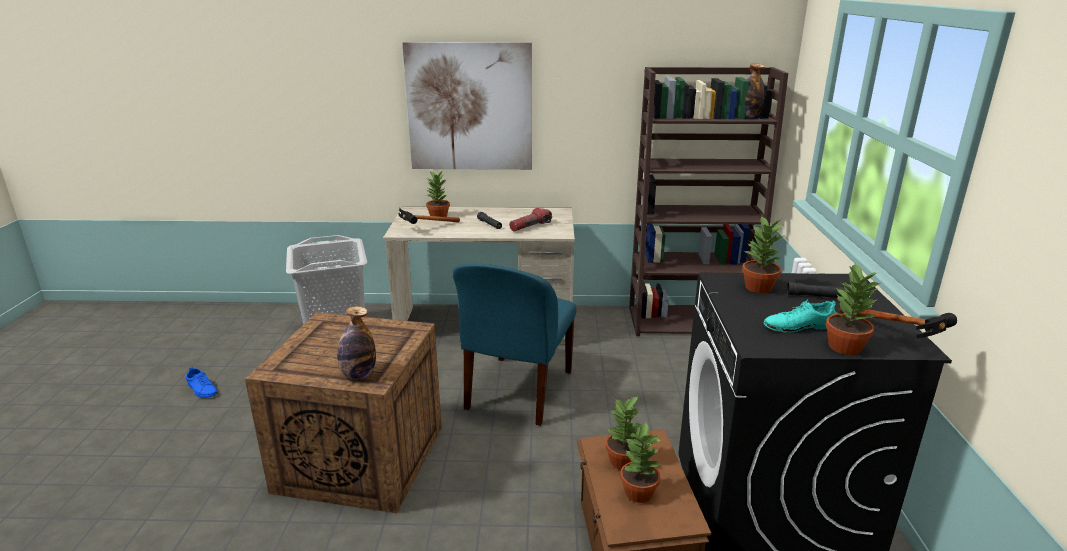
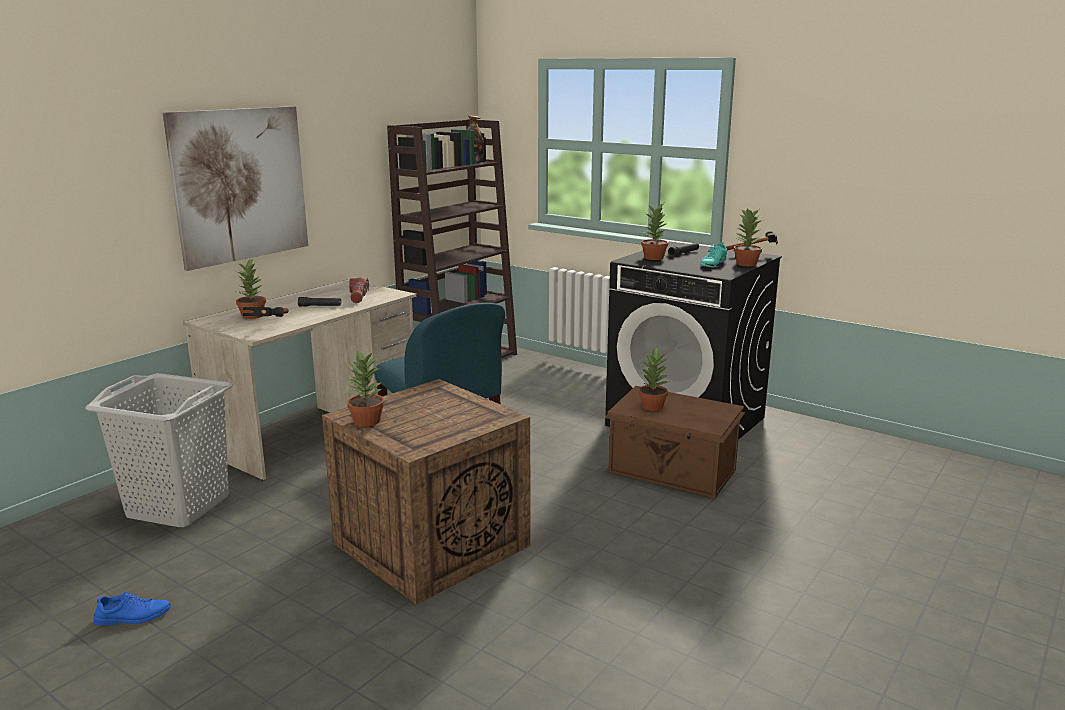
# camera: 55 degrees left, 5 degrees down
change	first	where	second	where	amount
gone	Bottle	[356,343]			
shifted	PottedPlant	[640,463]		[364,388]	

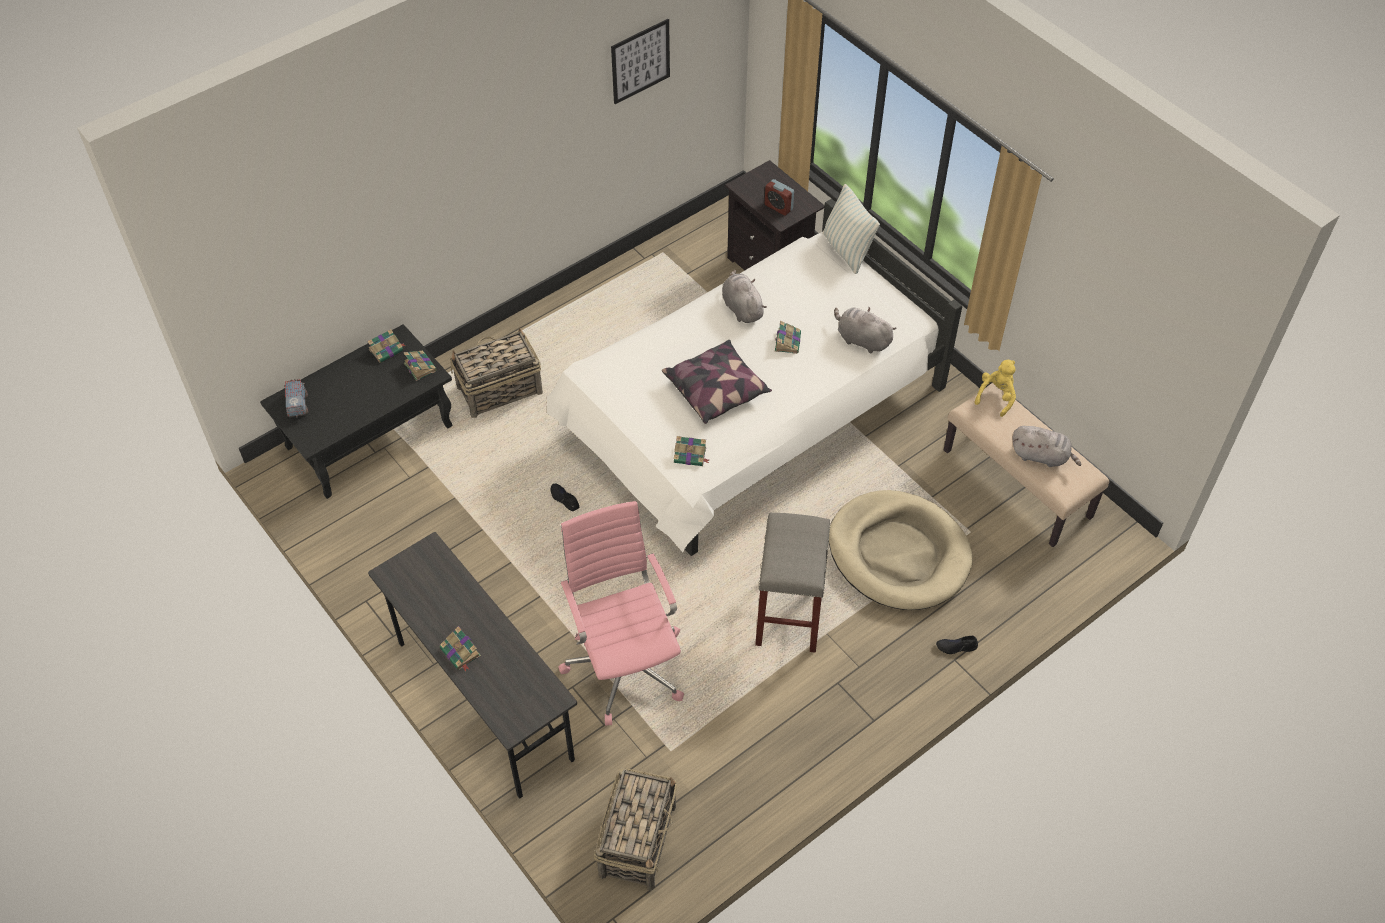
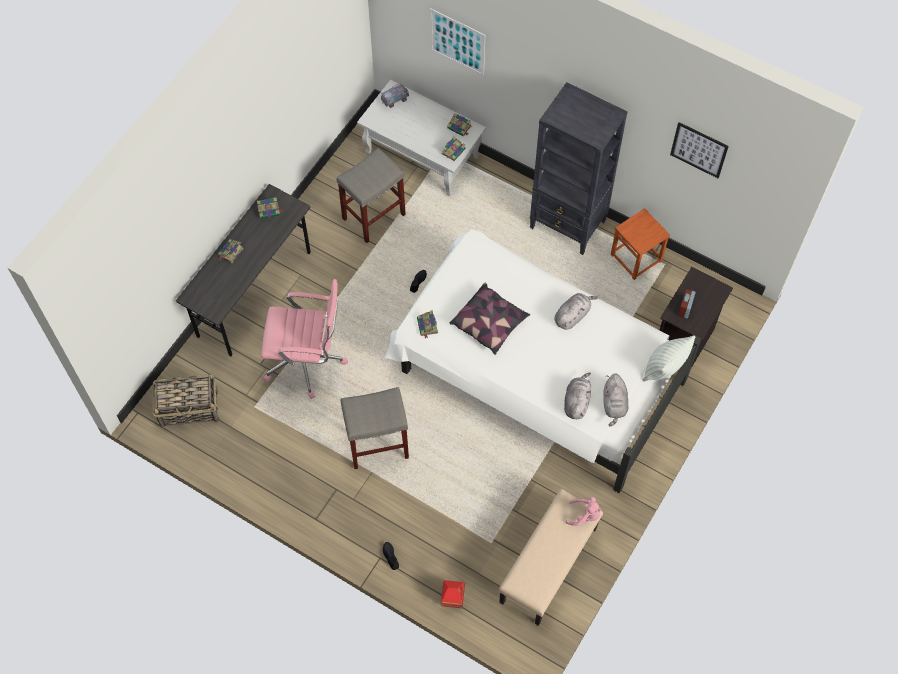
# camera: 70 degrees right, 10 degrees up
change	first	where	second	where	amount
gone	Basket	[496,373]			
gone	BeigeDogBed	[900,550]			
new			GreyStool	[371,195]	
new			Picture	[457,42]	
new			ToyHouse	[453,594]	
new			BlackBookcase	[578,168]	
new			BrownStool	[640,244]	
shifted	Book	[788,337]		[270,208]	
shifted	GreyPlushToy	[1047,446]		[615,400]	
repainted	BlackCoffeeTable	[356,411]	WhiteCoffeeTable	[421,138]	
repainted	YellowPlushToy	[995,388]	PinkPlushToy	[583,511]	
rotated	PinkOfficeChair	[621,613]		[304,339]	45 degrees clockwise

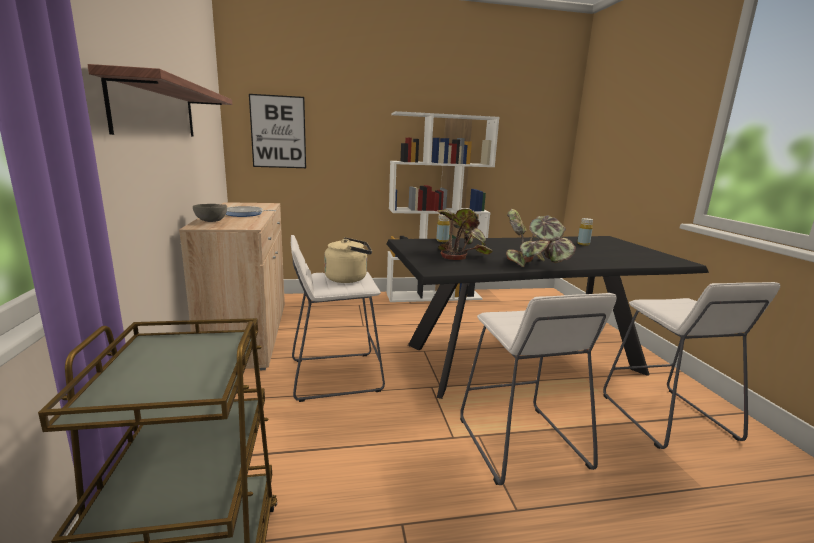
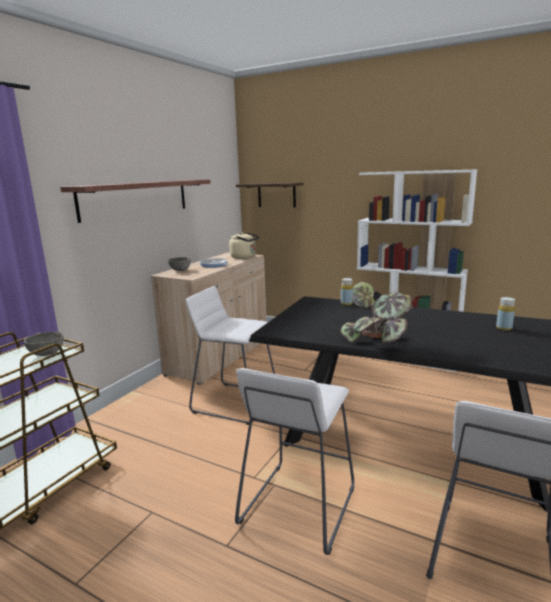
# camera: 40 degrees right, 0 degrees up
change	first	where	second	where	amount
gone	PottedPlant	[465,234]			
new			GreyBowl	[44,344]	
shifted	BeigeKettle	[348,260]		[244,245]	
swapped	Picture	[277,131]	Shelf	[270,195]	

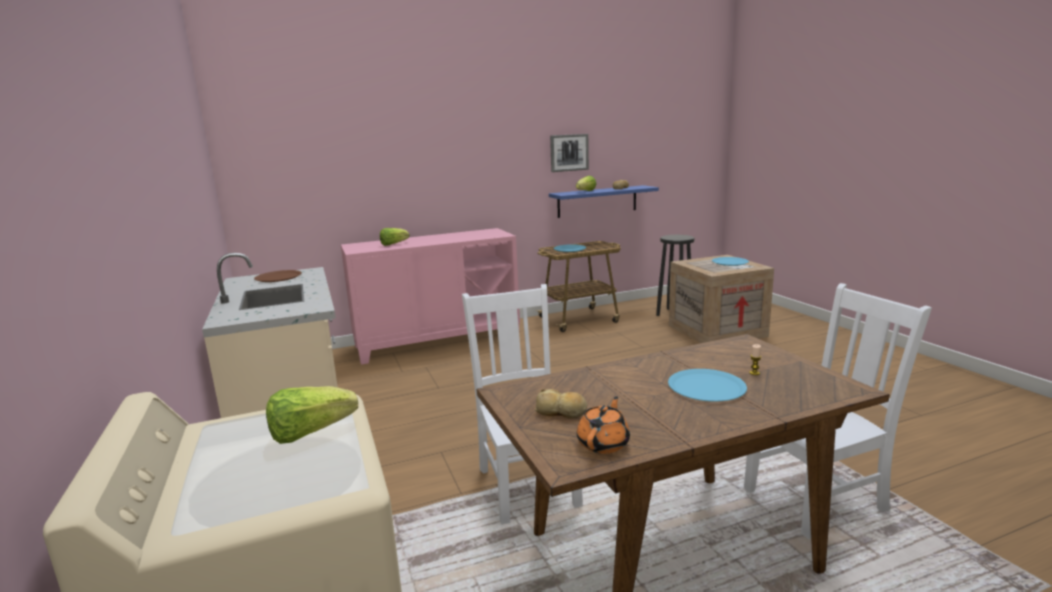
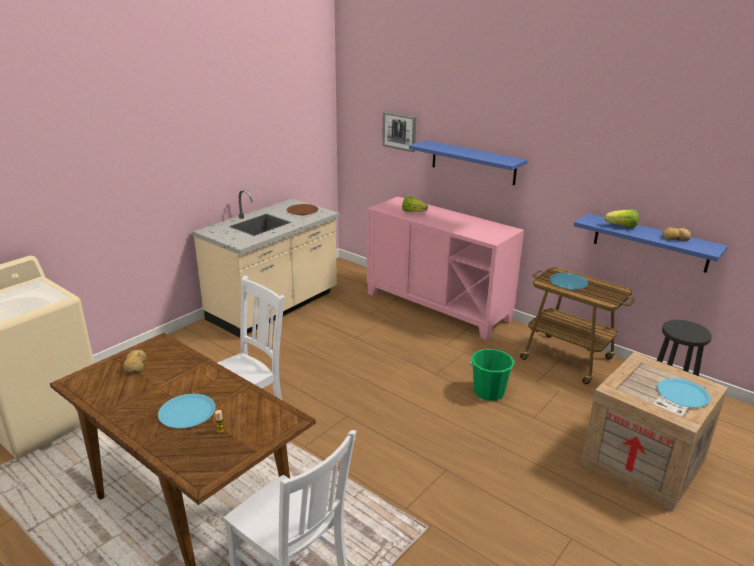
# camera: 60 degrees right, 10 degrees up
change	first	where	second	where	amount
gone	Lettuce	[312,415]			
gone	OrangeTeapot	[603,425]			
new			BlueShelf	[468,162]	
new			GreenBucket	[492,375]	
shifted	Picture	[569,153]		[399,131]	

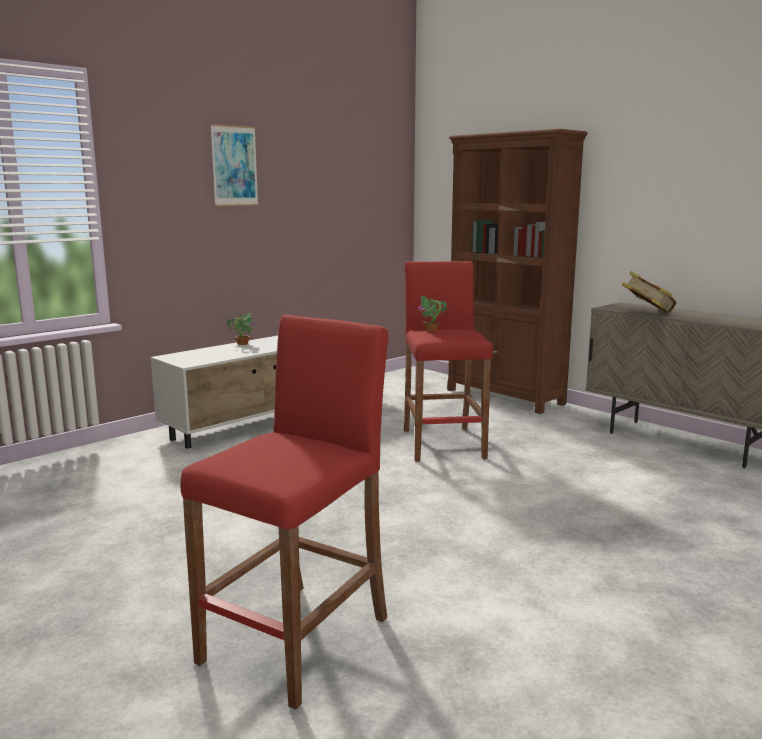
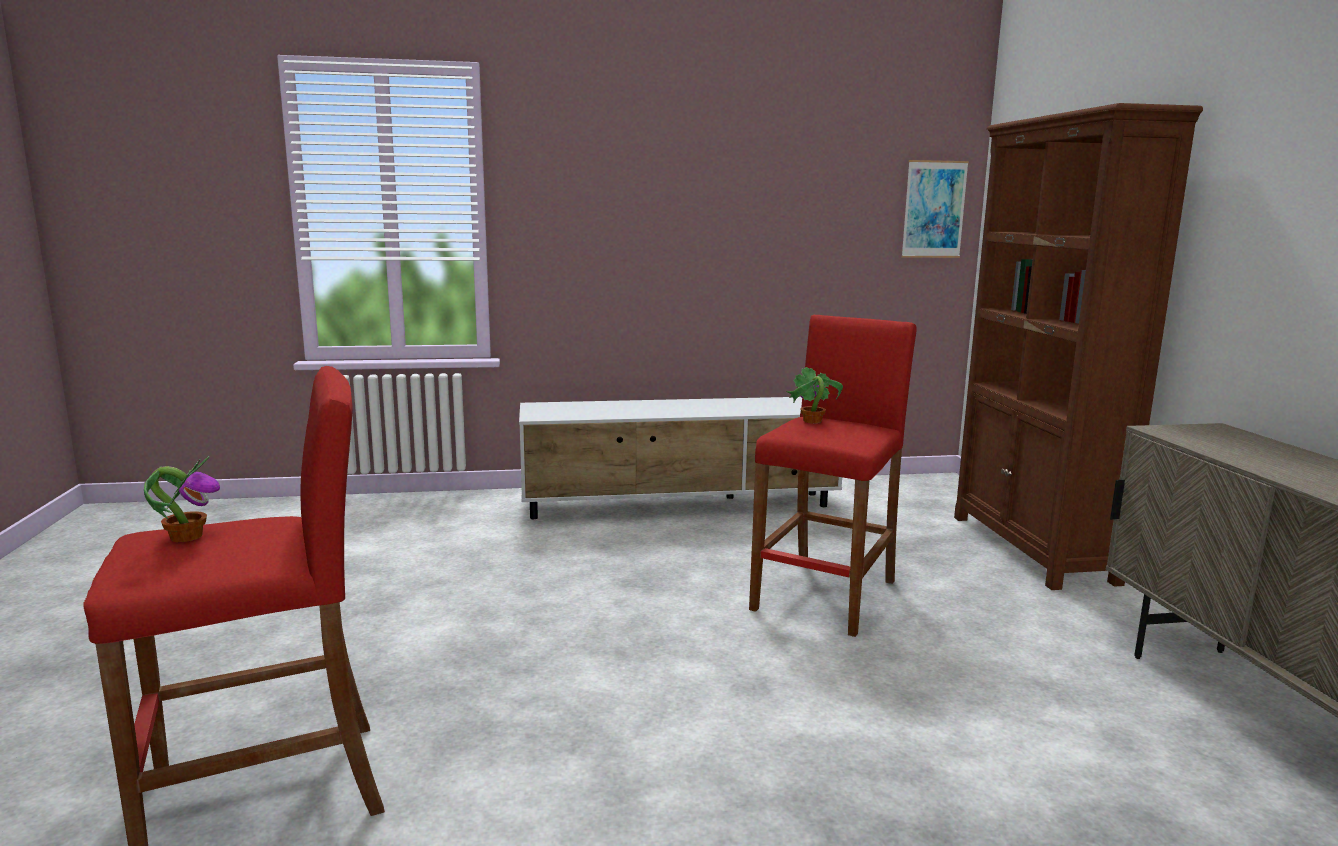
# camera: 35 degrees right, 0 degrees up
change	first	where	second	where	amount
gone	Book	[649,292]			
shifted	Picture	[234,165]		[935,209]	
shifted	PottedPlant	[241,329]		[182,499]	

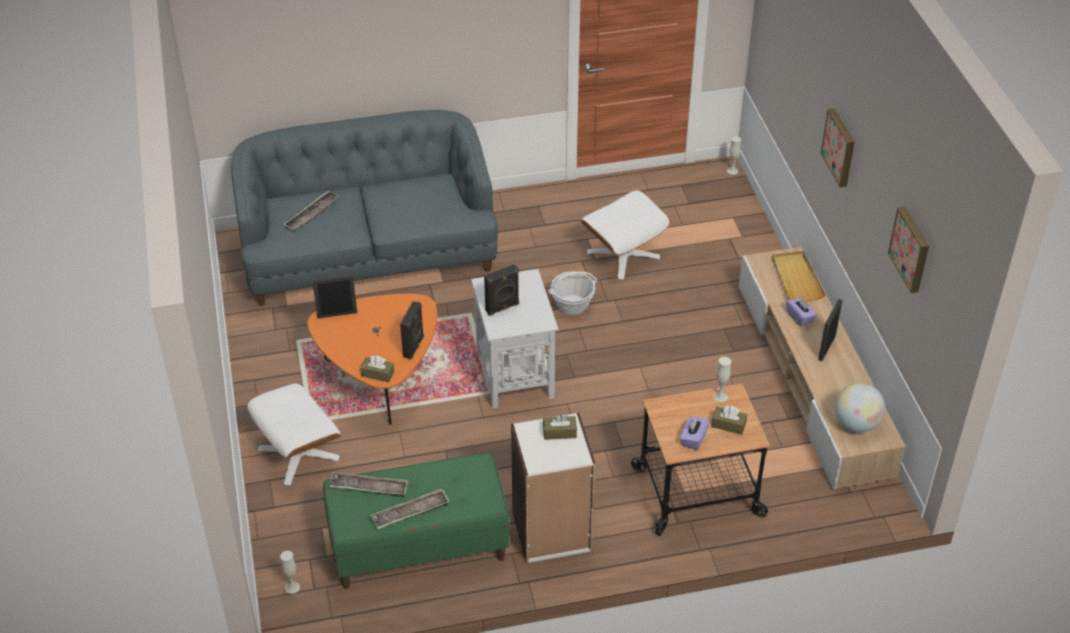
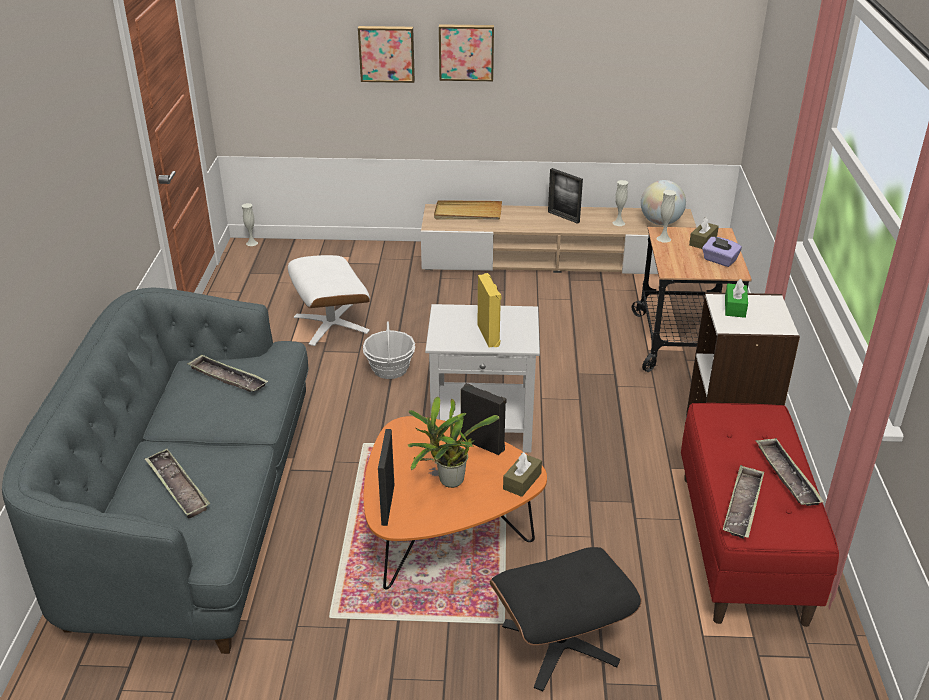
# camera: 75 degrees left, 10 degrees down
change	first	where	second	where	amount
gone	PurpleTissueBox	[801,312]			
new			Tray	[228,373]	
new			PottedPlant	[453,442]	
shifted	WhiteVase	[290,572]		[620,203]	
shifted	Picture	[908,249]		[386,54]	
repainted	WhiteOttoman	[294,434]	BlackOttoman	[565,619]	
repainted	GreenBench	[416,520]	RedBench	[760,515]	
repainted	BlackSpeaker	[501,290]	YellowSpeaker	[489,310]	
repainted	BrownTissueBox	[560,427]	GreenTissueBox	[736,298]	

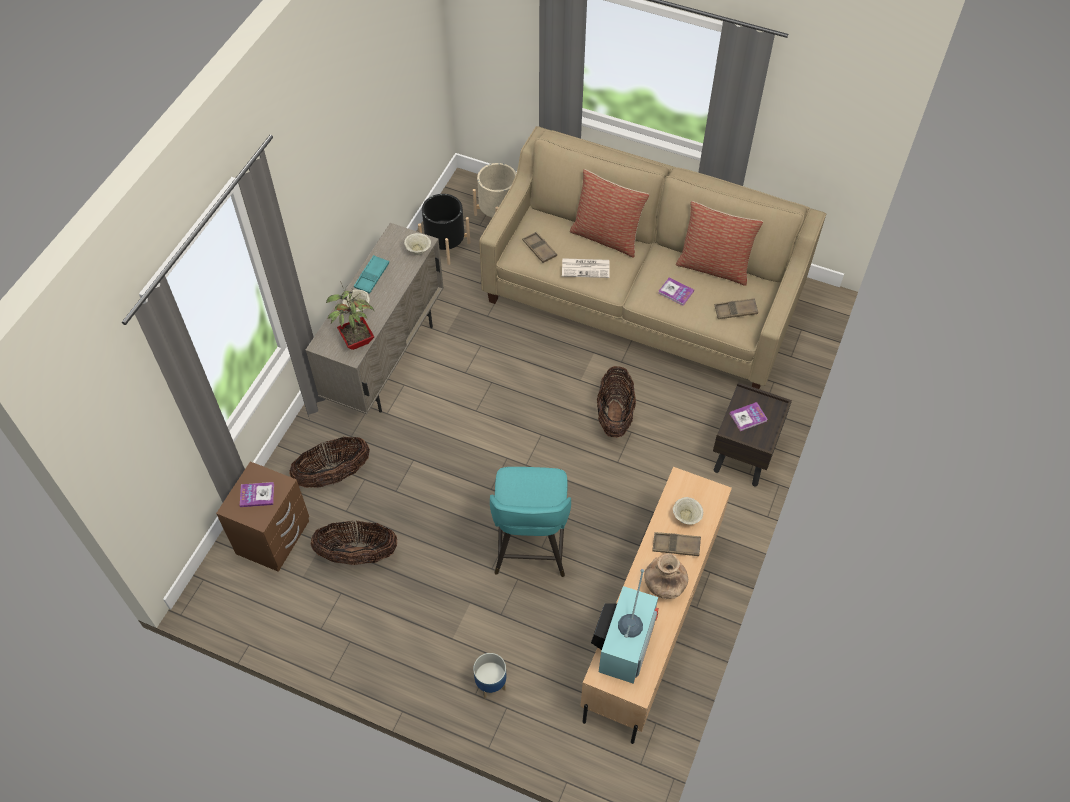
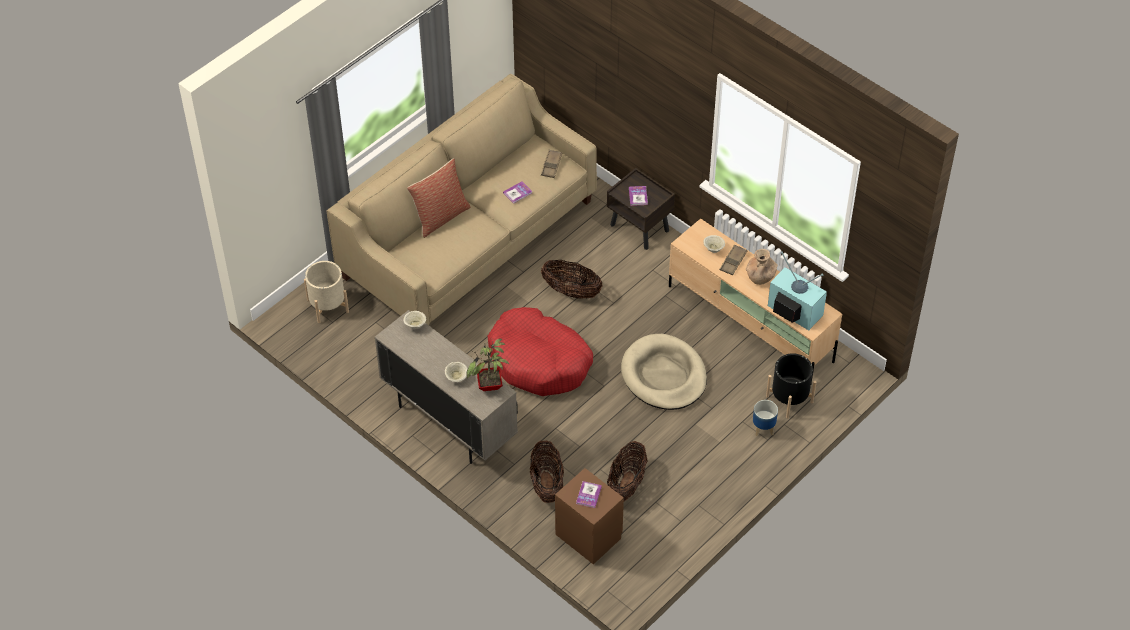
# camera: 70 degrees left, 5 degrees down
change	first	where	second	where	amount
gone	TurquoiseTray	[371,274]			
gone	BrownTray	[539,247]			
gone	Newspaper	[586,268]			
gone	Pillow	[719,243]			
new			RedDogBed	[540,351]	
shifted	BlackPlanter	[444,229]		[791,385]	
swapped	TurquoiseStool	[530,522]	BeigeDogBed	[664,372]	

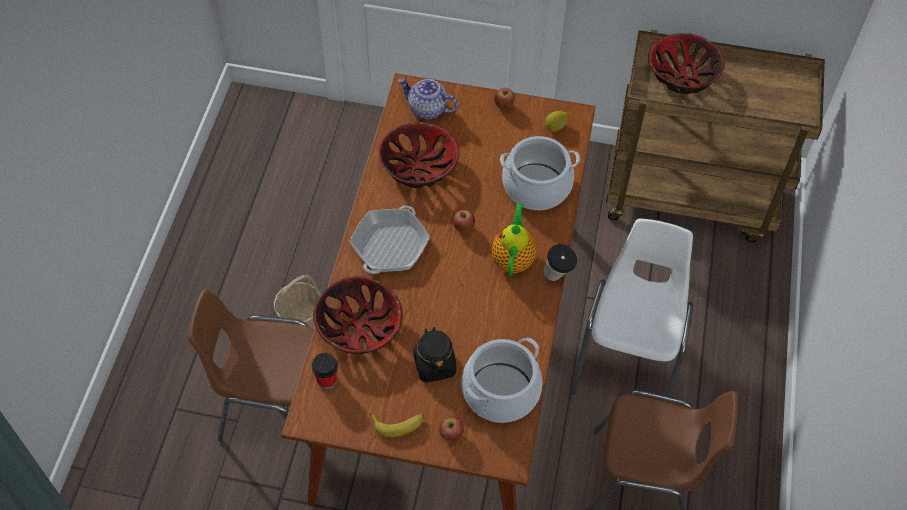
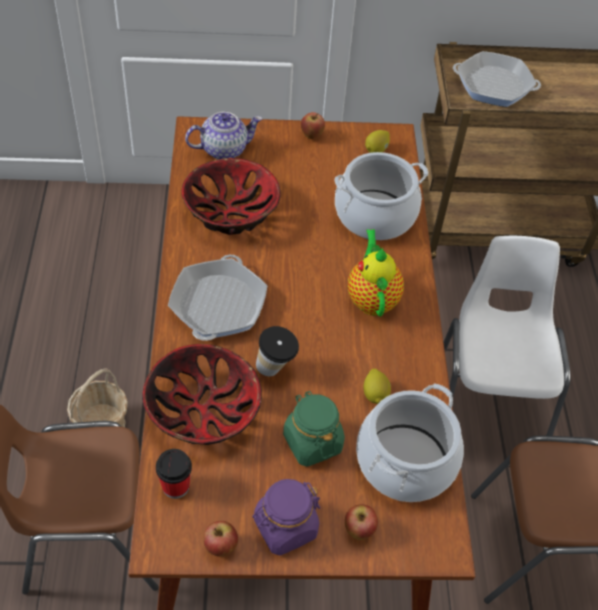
# camera: 15 degrees left, 5 degrees down
change	first	where	second	where	amount
new			Lemon	[377,386]	
shifted	Apple	[464,221]		[220,538]	
shifted	Cup	[560,262]		[277,351]	
swapped	Banana	[396,425]	PurpleJar	[286,517]	
swapped	Bowl	[686,63]	FryingPan	[497,79]	
repainted	BlackJar	[435,355]	GreenJar	[314,429]	
rotated	Teapot	[428,98]		[223,135]	150 degrees clockwise

